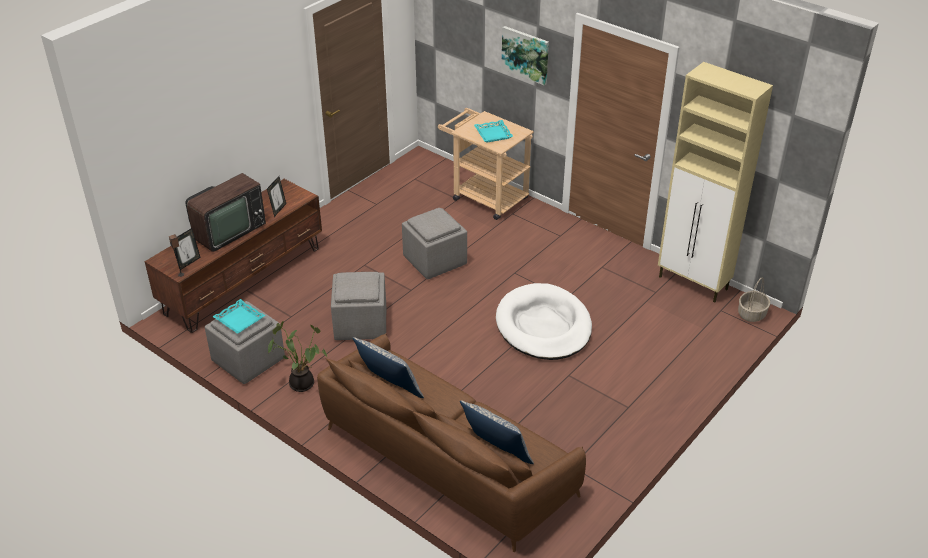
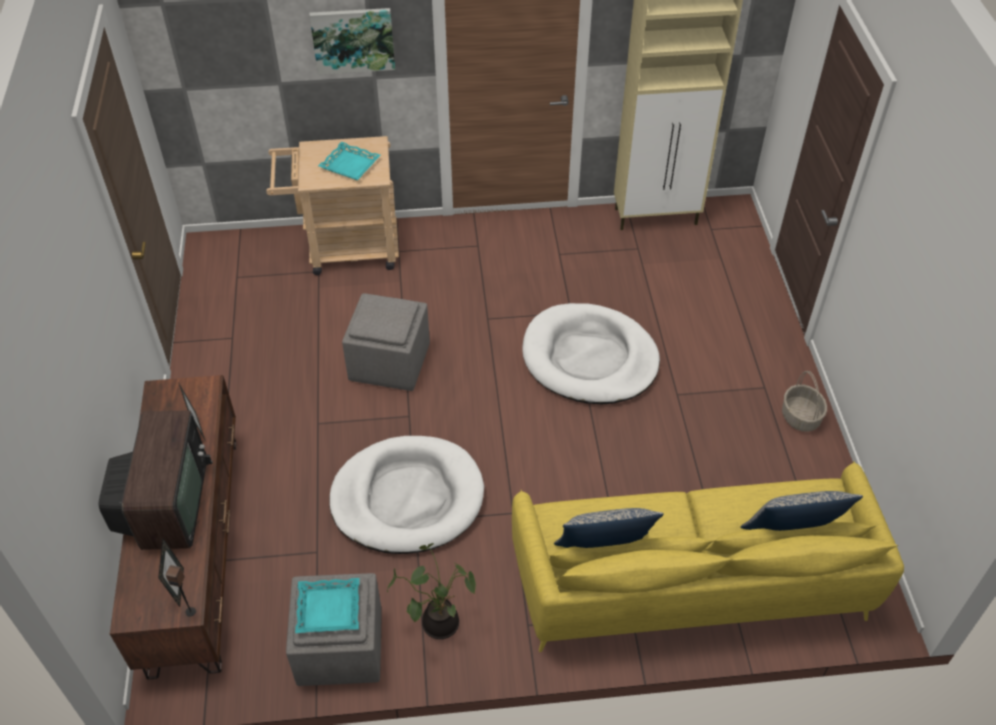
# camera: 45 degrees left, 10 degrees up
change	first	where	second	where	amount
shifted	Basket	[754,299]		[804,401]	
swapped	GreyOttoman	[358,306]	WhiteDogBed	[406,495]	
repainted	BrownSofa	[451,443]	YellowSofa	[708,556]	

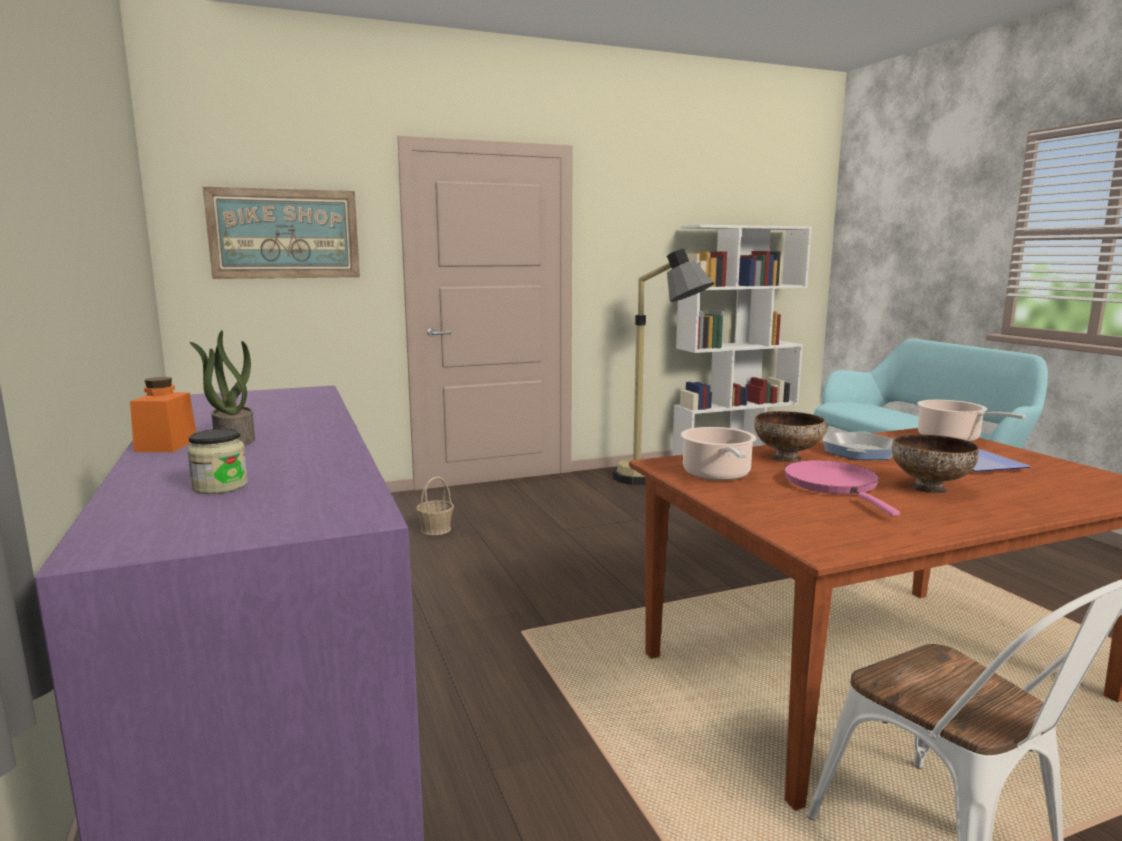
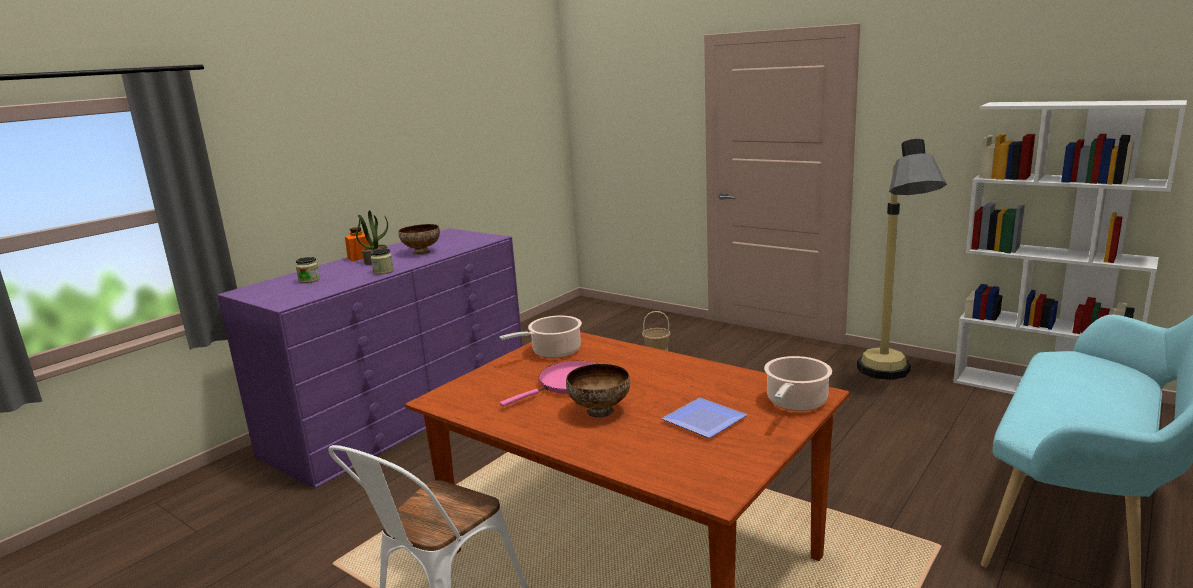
# camera: 60 degrees right, 5 degrees up
change	first	where	second	where	amount
gone	Picture	[281,233]			
gone	FryingPan	[857,445]			
new			Jar	[382,261]	
shifted	Bowl	[789,436]		[419,239]	

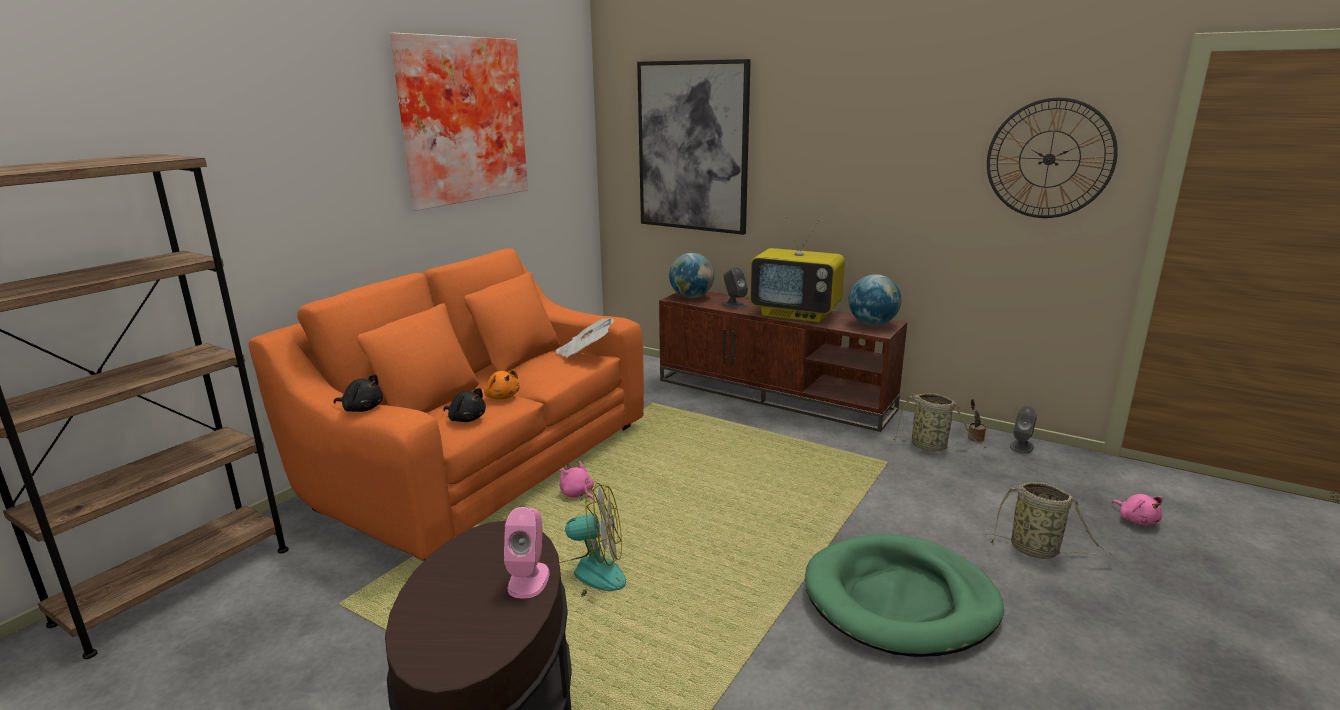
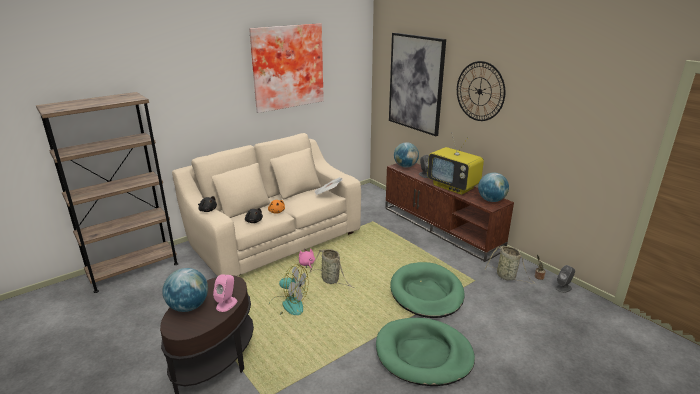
# camera: 20 degrees right, 5 degrees up
change	first	where	second	where	amount
gone	PinkPlushToy	[1137,509]			
new			Globe	[185,290]	
new			GreenDogBed	[427,290]	
shifted	Basket	[1049,520]		[331,268]	
shifted	WallClock	[1052,157]		[481,91]	
repainted	OrangeSofa	[446,404]	BeigeSofa	[266,204]	

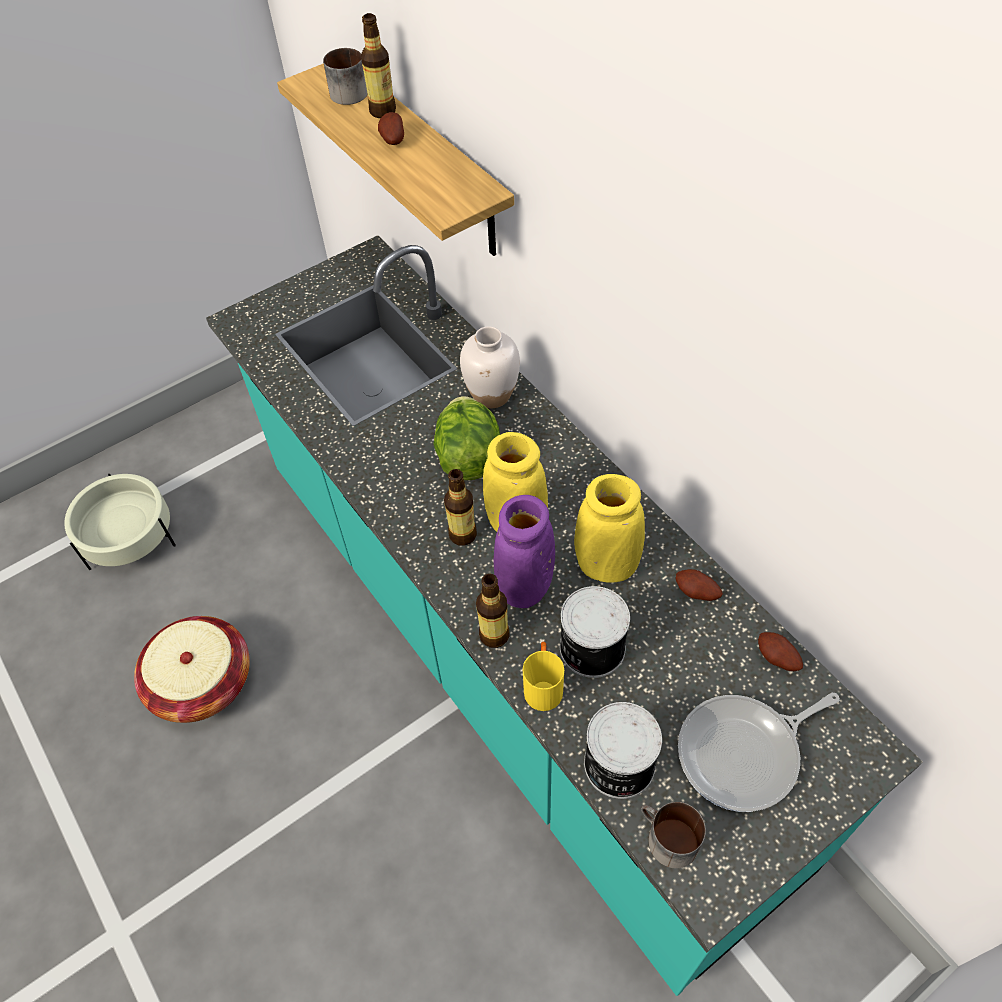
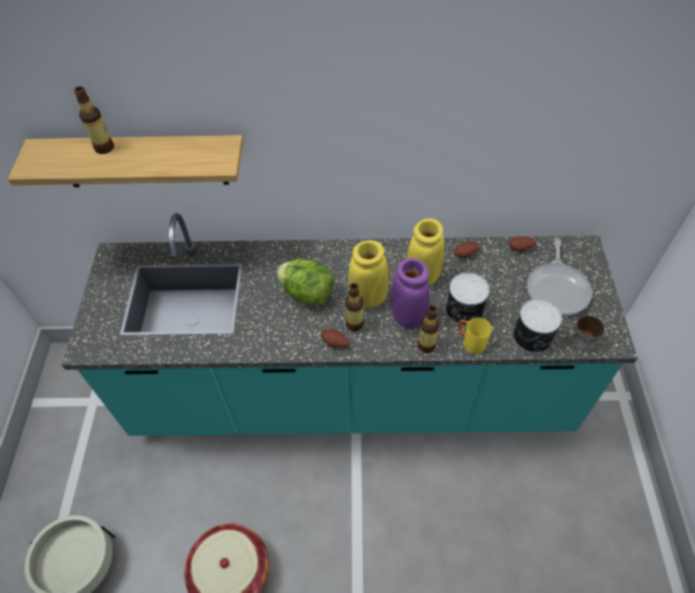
# camera: 55 degrees left, 0 degrees up
change	first	where	second	where	amount
gone	Mug	[345,76]			
gone	WhiteVase	[490,367]			
shifted	Potato	[391,128]		[335,338]	

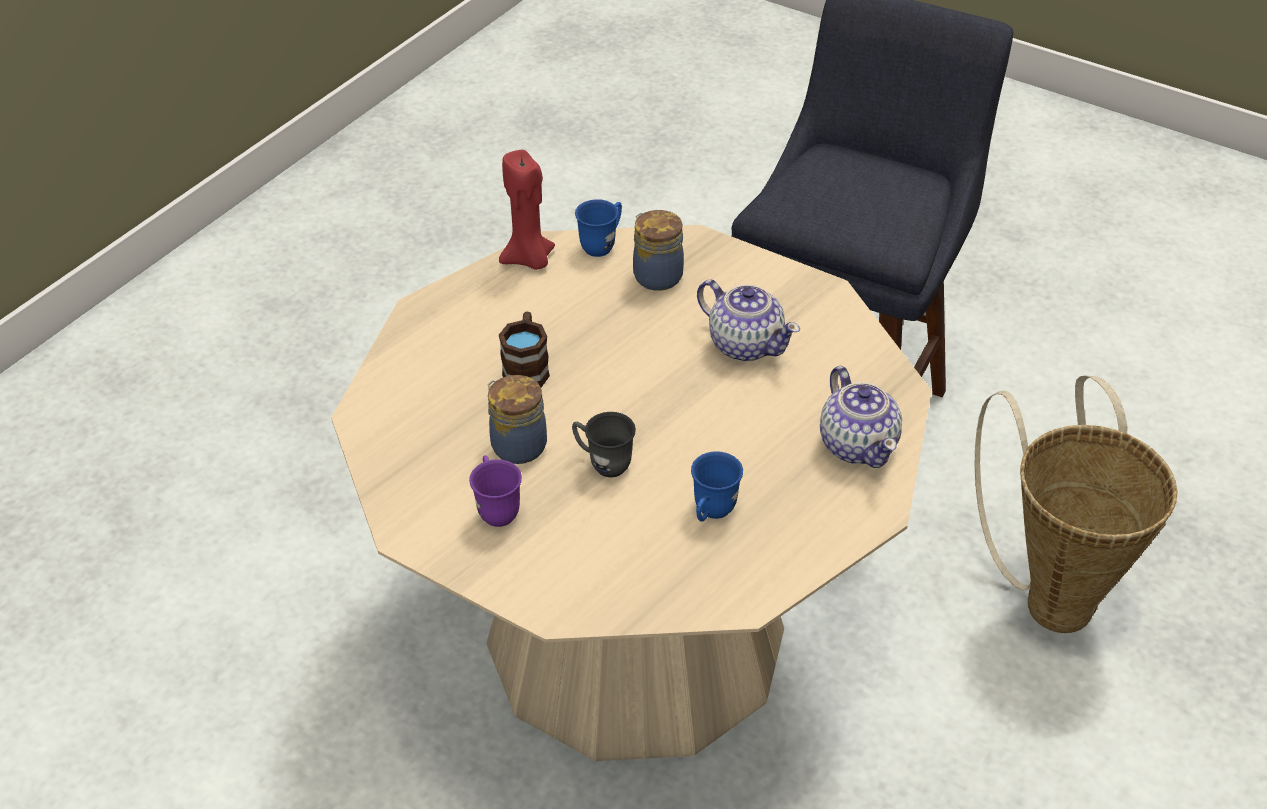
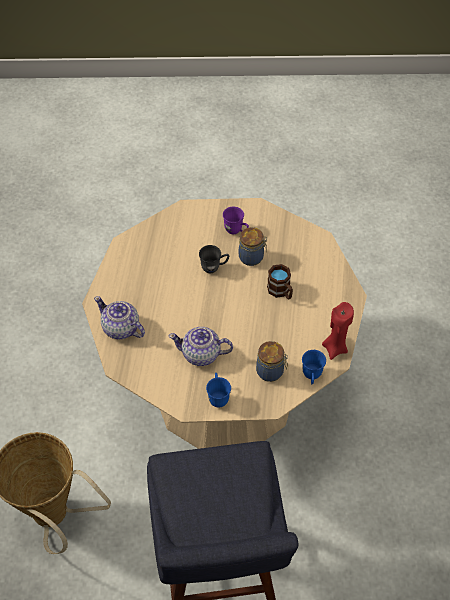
# camera: 145 degrees right, 10 degrees up
change	first	where	second	where	amount
shifted	BlueMug	[717,486]		[218,390]	

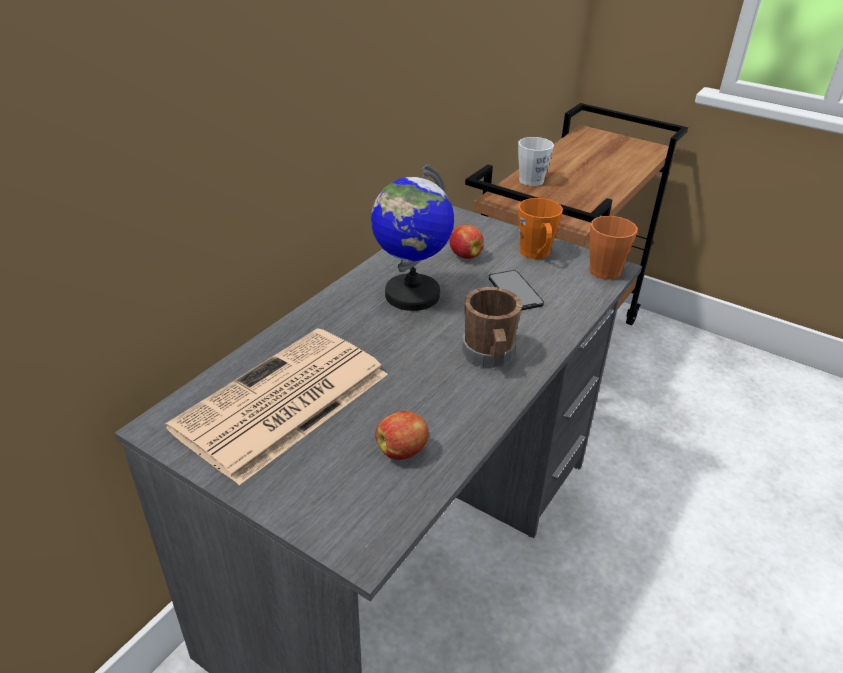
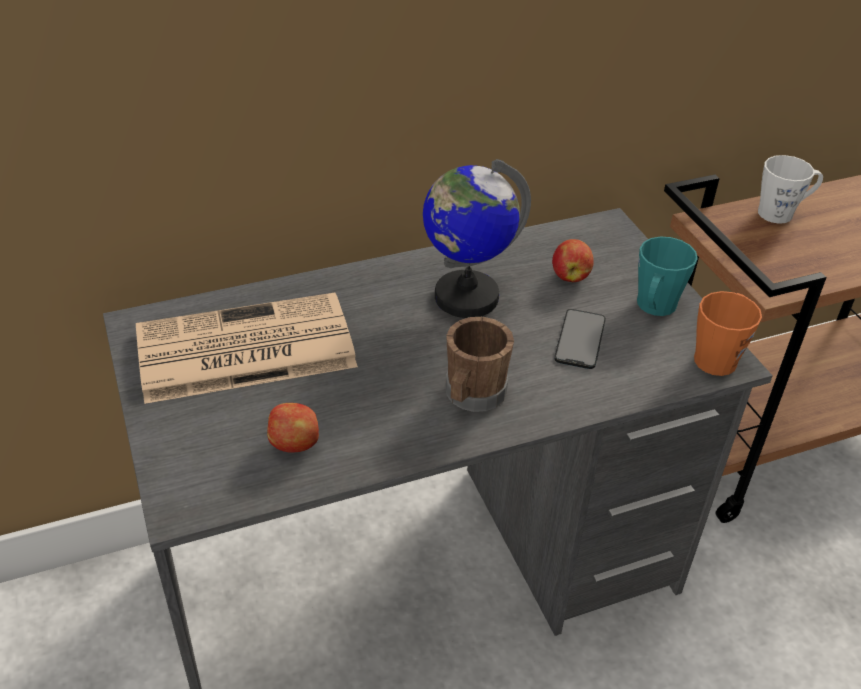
# camera: 35 degrees right, 5 degrees up
change	first	where	second	where	amount
repainted	OrangeMug	[540,228]	TurquoiseMug	[667,276]	

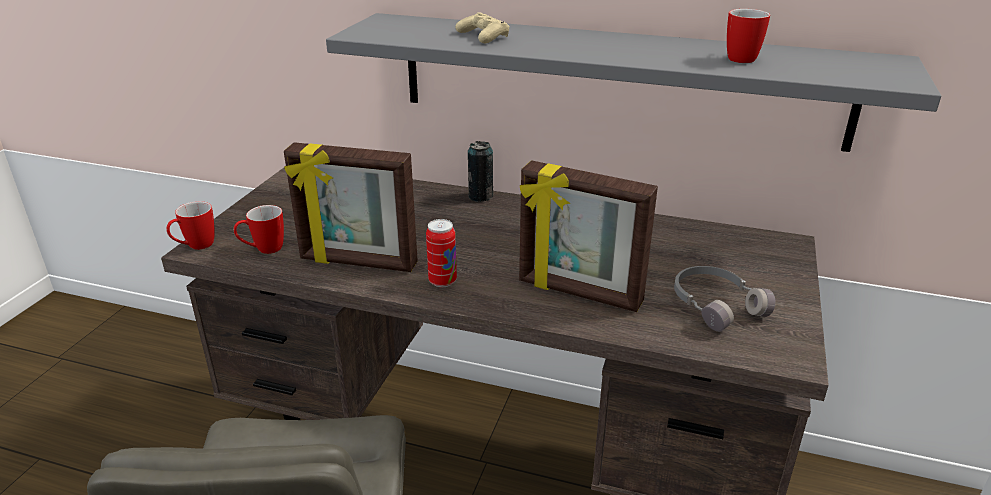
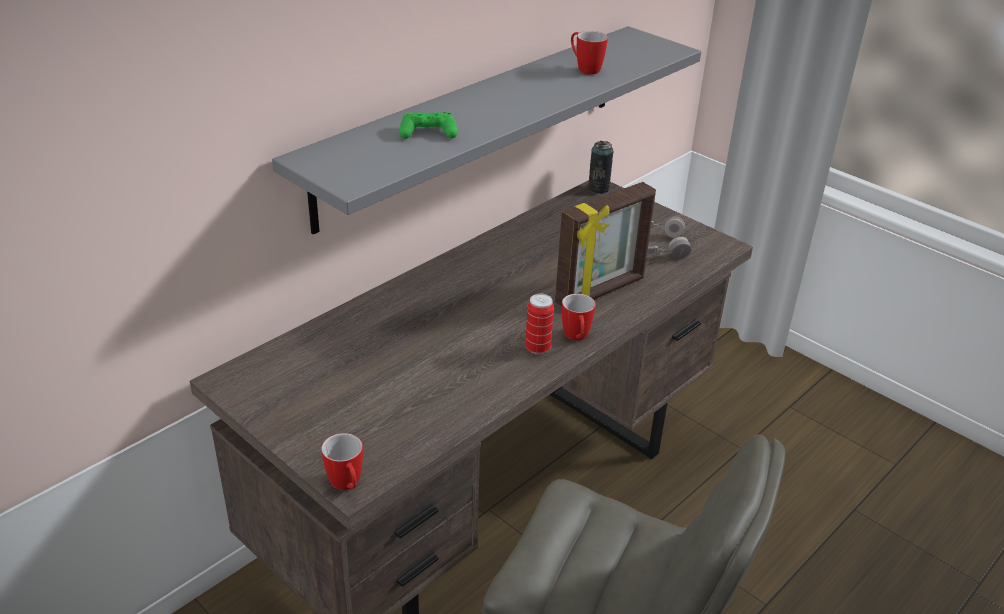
# camera: 65 degrees left, 5 degrees up
change	first	where	second	where	amount
gone	PictureFrame	[351,207]			
shifted	Mug	[259,229]		[579,317]	
shifted	Can	[480,171]		[600,167]	
repainted	BeigeGameController	[482,27]	GreenGameController	[428,125]	

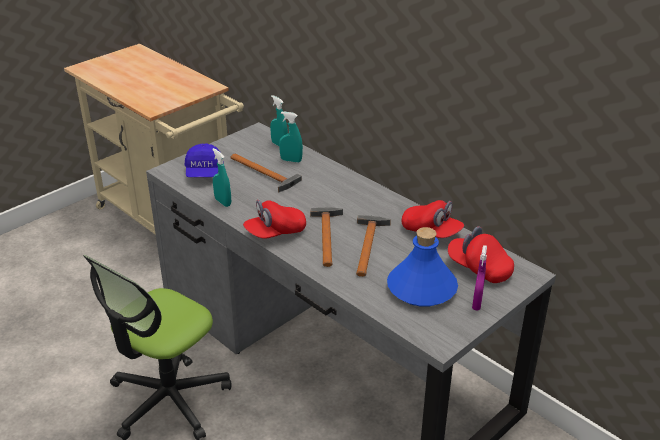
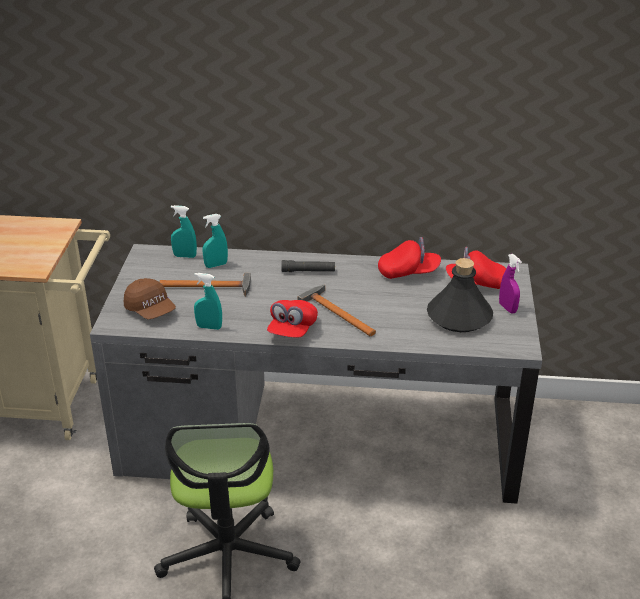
# camera: 40 degrees left, 0 degrees up
change	first	where	second	where	amount
gone	Hammer	[373,246]			
new			BlackFlashlight	[308,266]	
repainted	BlueCap	[204,160]	BrownCap	[150,298]	
repainted	BlueBottle	[422,267]	BlackBottle	[460,295]	

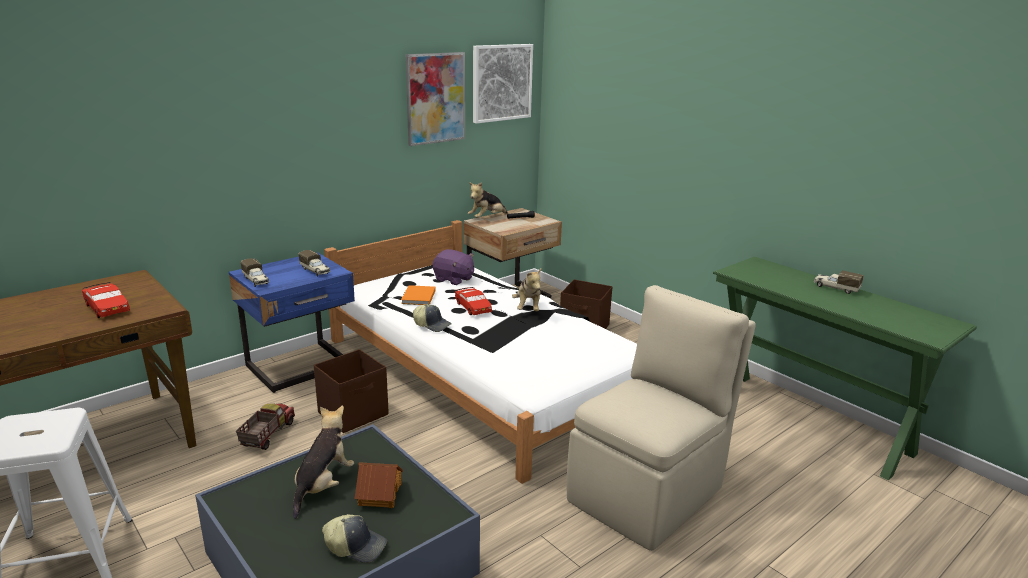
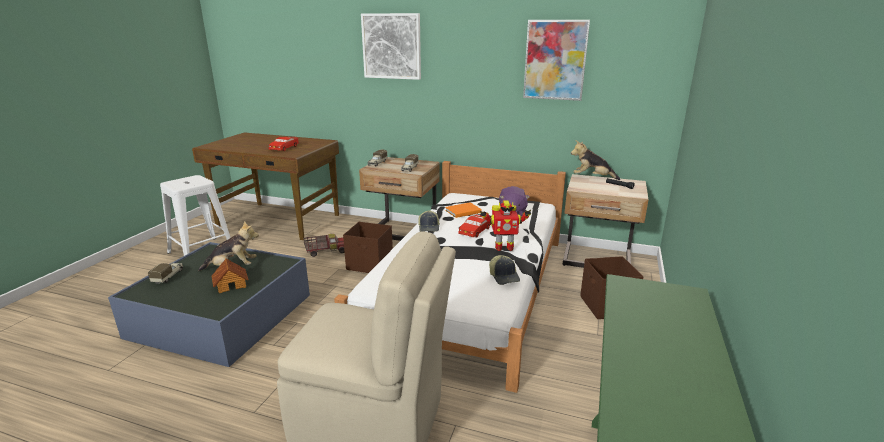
# camera: 60 degrees right, 0 degrees up
change	first	where	second	where	amount
shifted	Cap	[354,538]		[504,270]	
shifted	Picture	[503,84]		[391,46]	
shifted	ToyTruck	[839,282]		[165,273]	
swapped	PlushToy	[526,290]	ToyRobot	[505,225]	
repainted	BlueNightstand	[292,322]	BeigeNightstand	[399,199]	

